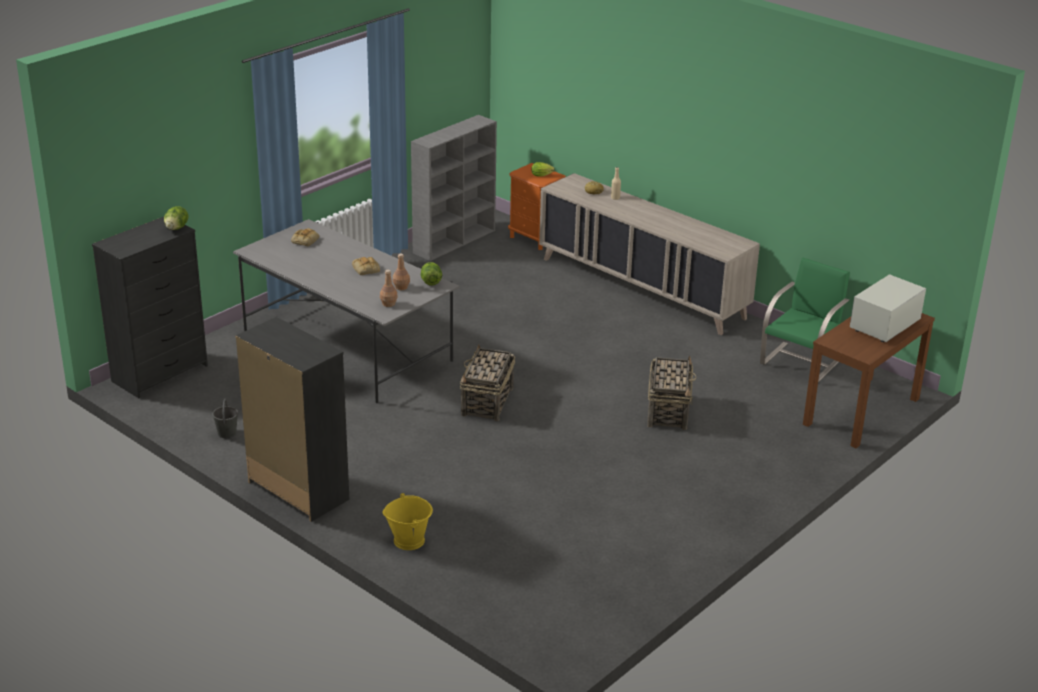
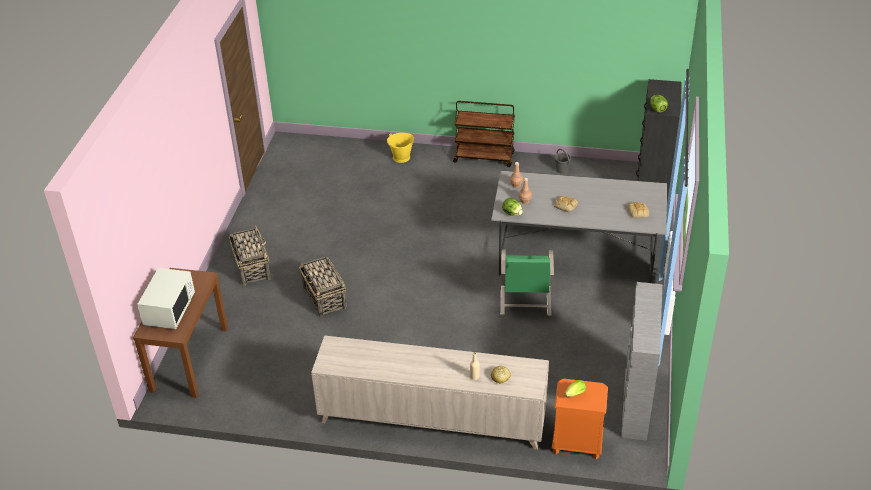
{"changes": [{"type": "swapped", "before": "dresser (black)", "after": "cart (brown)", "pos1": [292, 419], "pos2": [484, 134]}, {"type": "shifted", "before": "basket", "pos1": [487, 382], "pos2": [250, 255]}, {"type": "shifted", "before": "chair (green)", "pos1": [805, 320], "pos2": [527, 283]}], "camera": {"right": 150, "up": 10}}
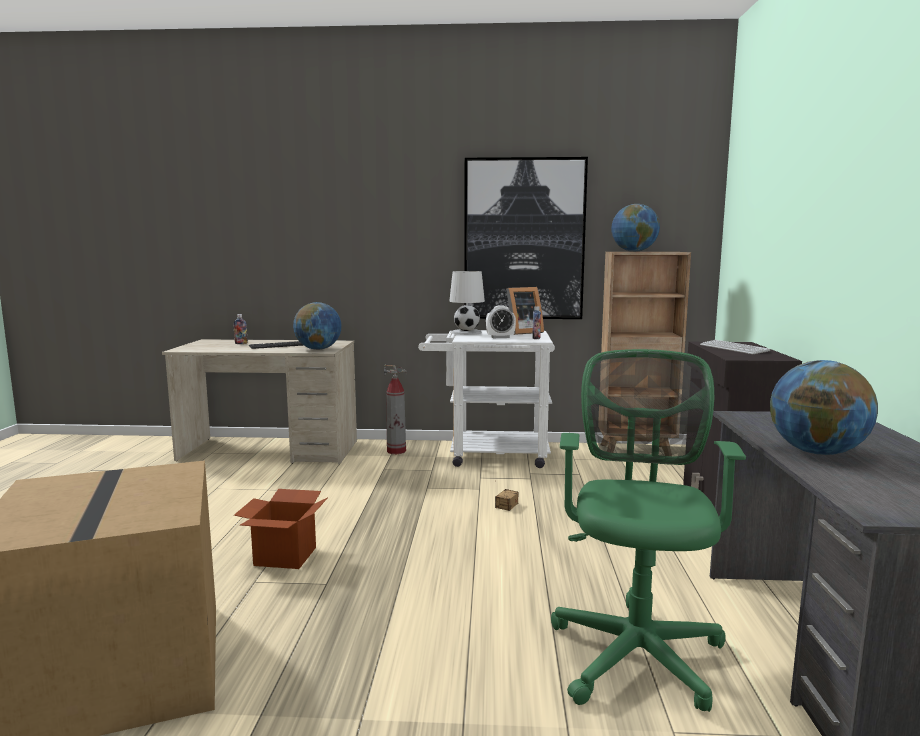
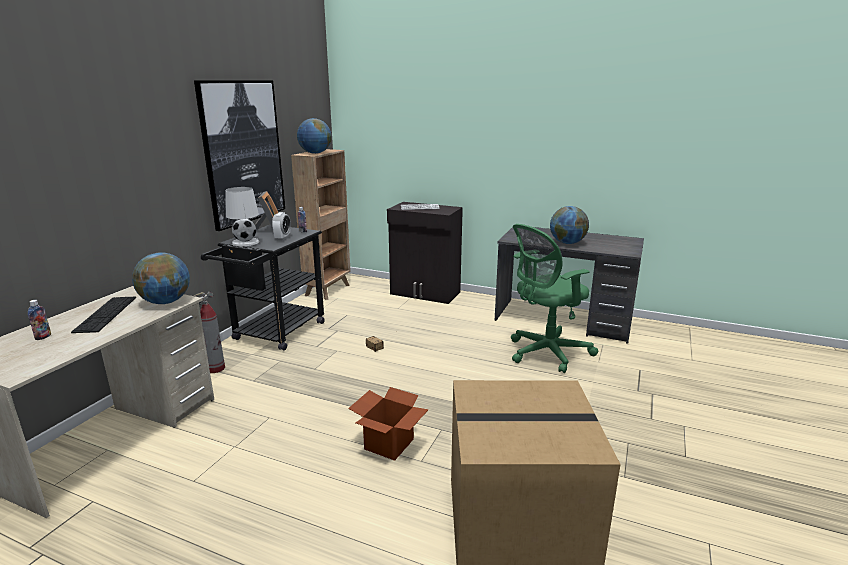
{"changes": [{"type": "repainted", "before": "cart (white)", "after": "cart (black)", "pos1": [486, 399], "pos2": [263, 288]}, {"type": "rotated", "before": "office chair (green)", "pos1": [648, 530], "pos2": [554, 298], "turn": -60}], "camera": {"right": -70, "up": 10}}
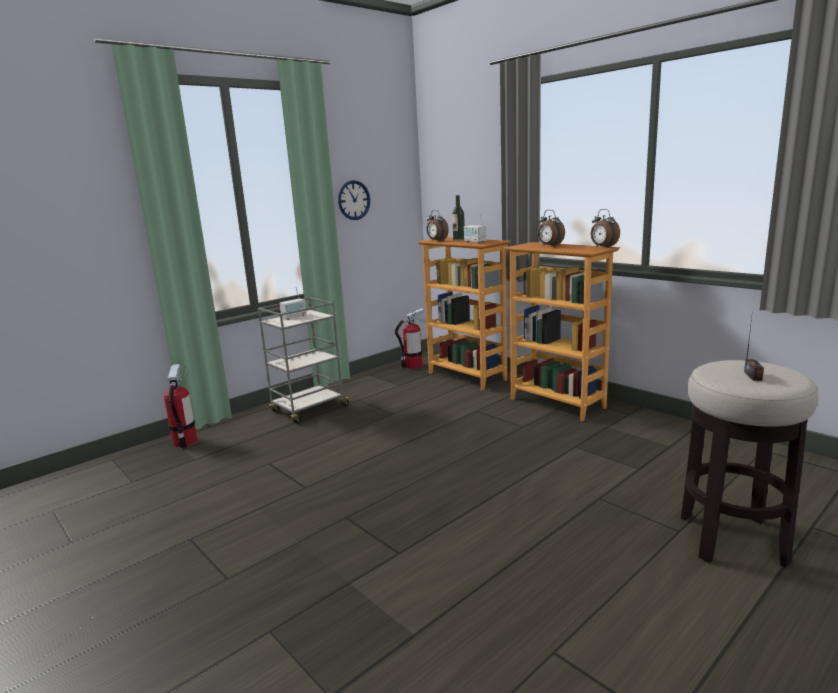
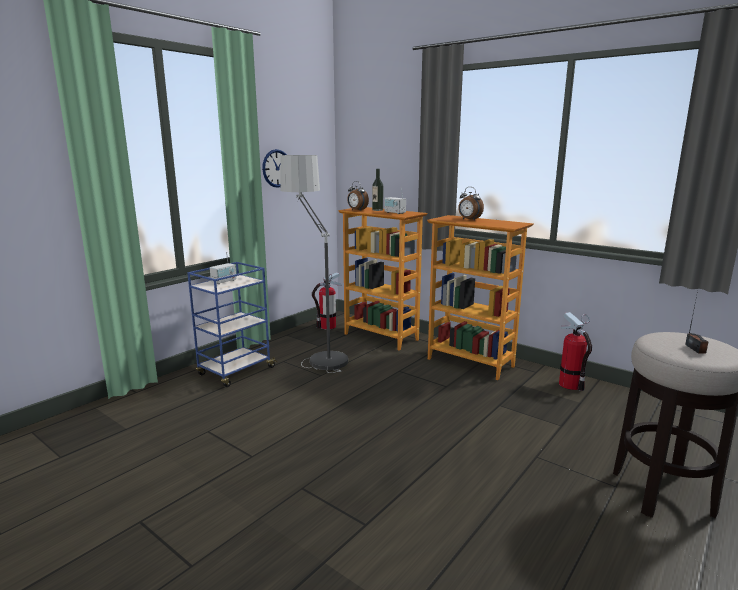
{"changes": [{"type": "shifted", "before": "fire extinguisher", "pos1": [180, 406], "pos2": [575, 351]}, {"type": "repainted", "before": "cart (grey)", "after": "cart (blue)", "pos1": [304, 360], "pos2": [232, 324]}, {"type": "gone", "before": "alarm clock", "pos1": [605, 228]}, {"type": "new", "after": "floor lamp", "pos2": [314, 264]}], "camera": {"right": -10, "up": 0}}
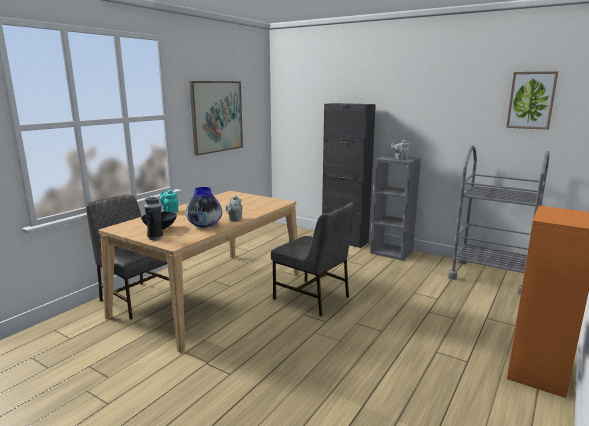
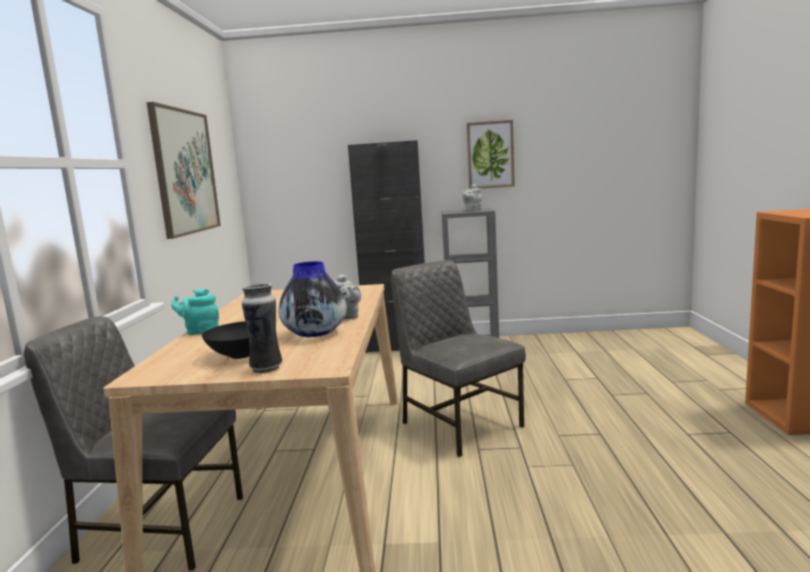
{"changes": [{"type": "rotated", "before": "chair (grey)", "pos1": [313, 259], "pos2": [458, 358], "turn": -135}, {"type": "gone", "before": "cart (grey)", "pos1": [499, 220]}, {"type": "shifted", "before": "picture", "pos1": [532, 100], "pos2": [491, 154]}], "camera": {"right": -30, "up": -5}}
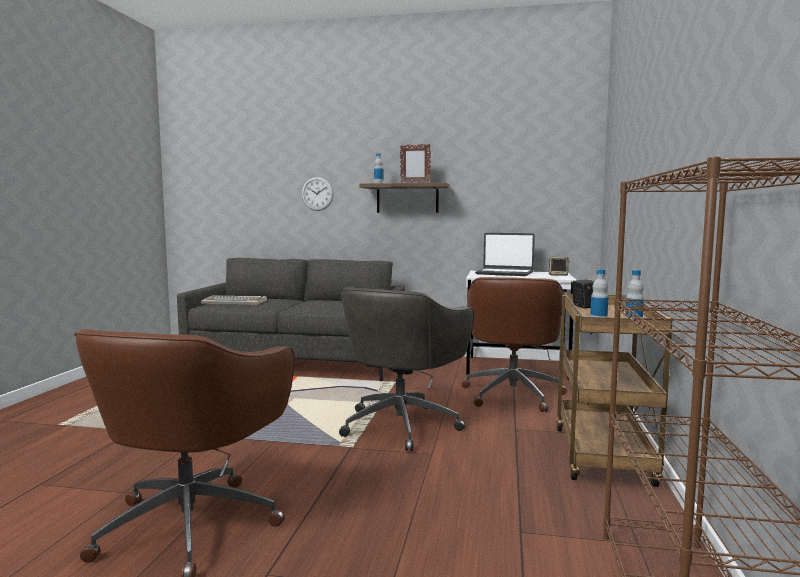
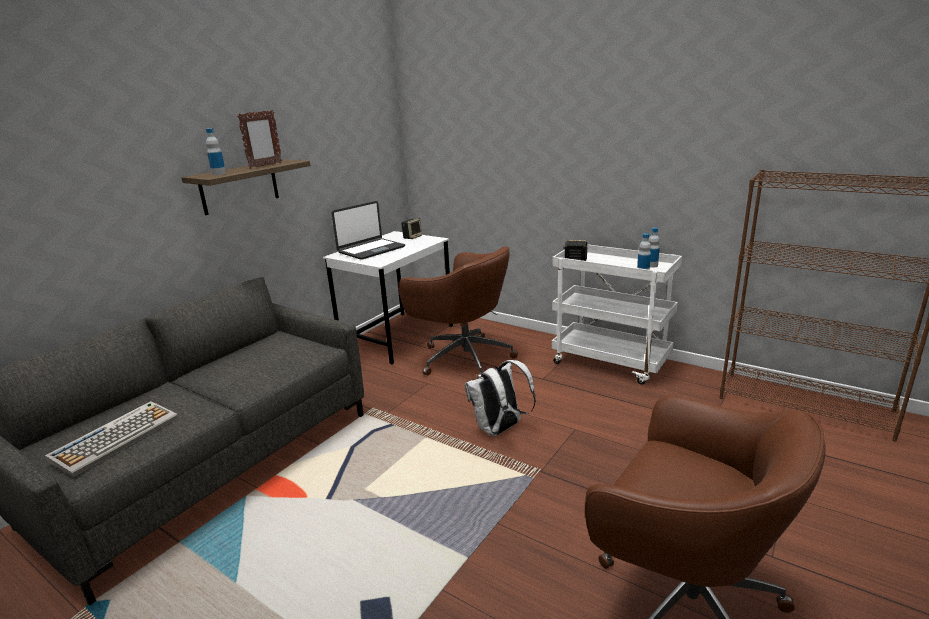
{"changes": [{"type": "gone", "before": "wall clock", "pos1": [317, 194]}, {"type": "swapped", "before": "office chair (grey)", "after": "backpack (white)", "pos1": [406, 369], "pos2": [500, 398]}, {"type": "repainted", "before": "cart (brown)", "after": "cart (white)", "pos1": [614, 390], "pos2": [617, 314]}], "camera": {"right": -65, "up": 15}}
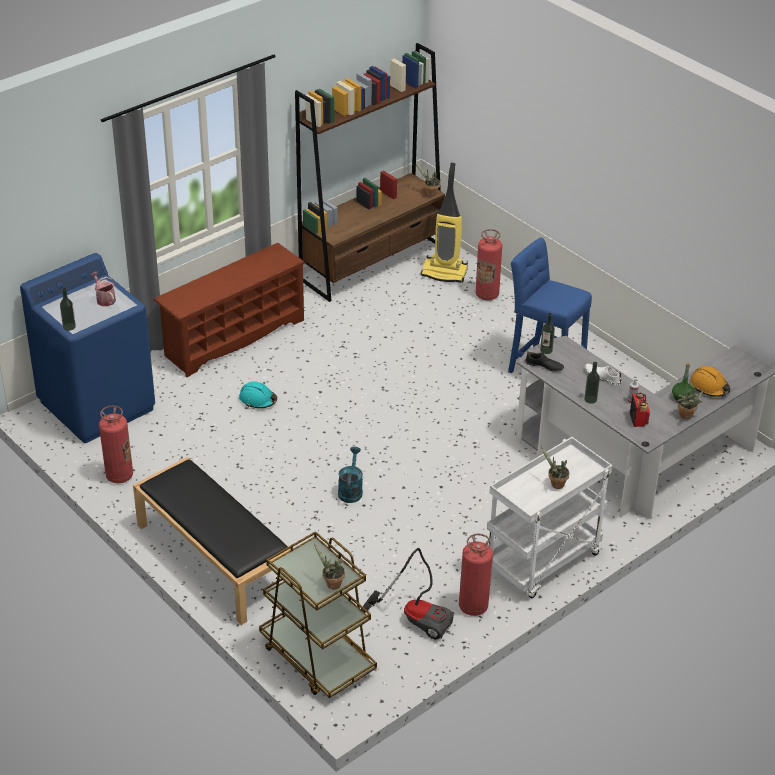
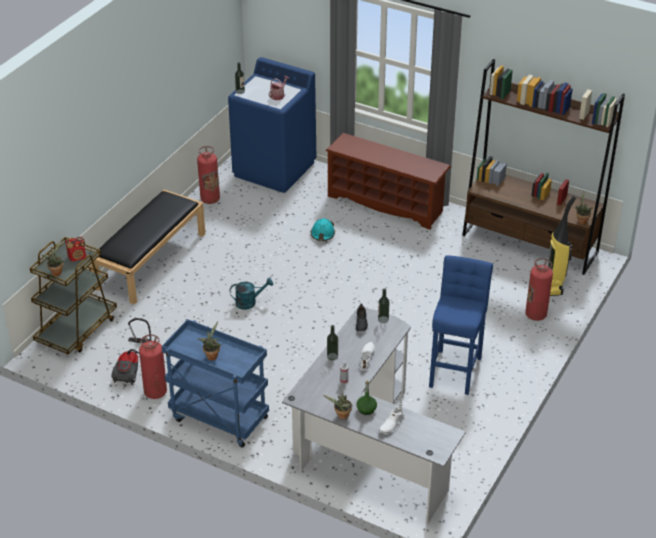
{"changes": [{"type": "repainted", "before": "cart (white)", "after": "cart (blue)", "pos1": [550, 517], "pos2": [215, 383]}, {"type": "shifted", "before": "radio", "pos1": [640, 410], "pos2": [76, 249]}, {"type": "swapped", "before": "hard hat (orange)", "after": "shoe (white)", "pos1": [710, 381], "pos2": [391, 419]}], "camera": {"right": 70, "up": 0}}
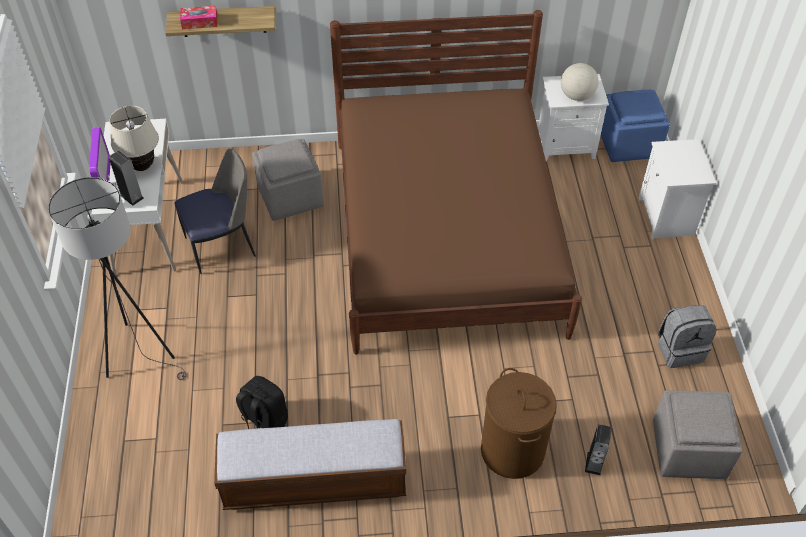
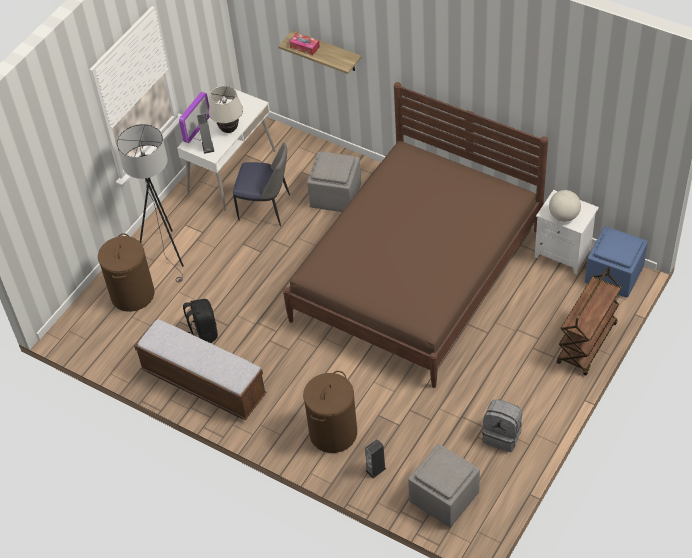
{"changes": [{"type": "swapped", "before": "nightstand (white)", "after": "cart (brown)", "pos1": [677, 189], "pos2": [589, 321]}, {"type": "new", "after": "laundry basket (brown)", "pos2": [126, 272]}], "camera": {"right": 40, "up": 0}}
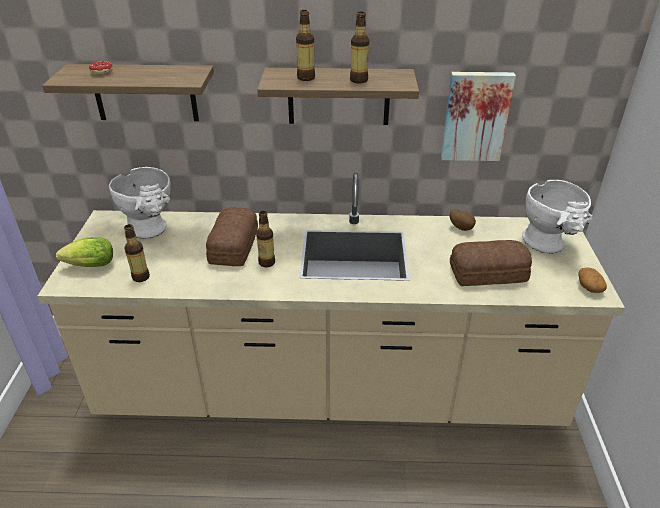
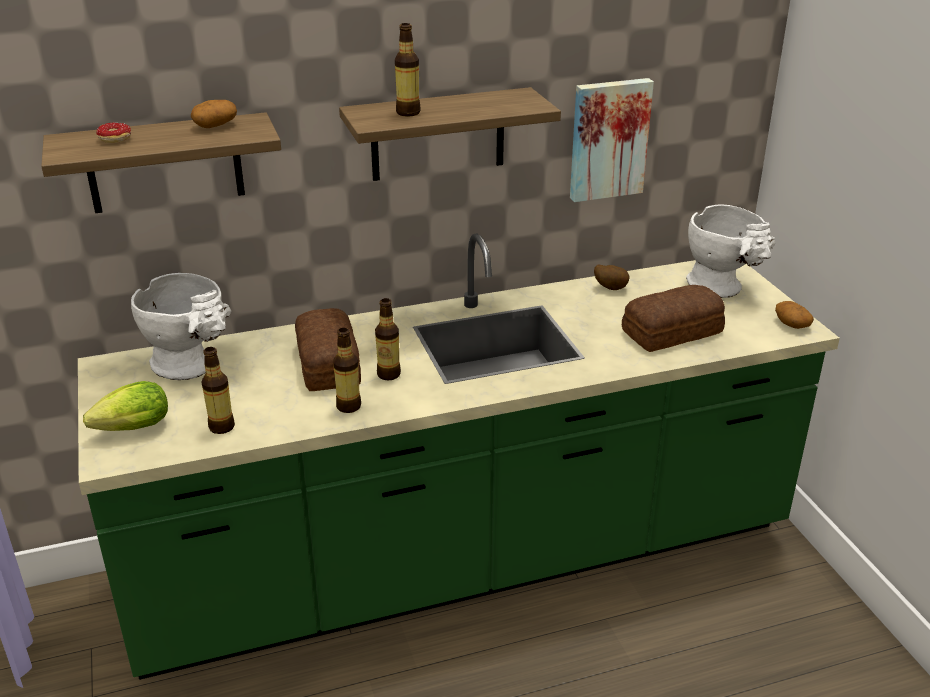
{"changes": [{"type": "repainted", "before": "counter (beige)", "after": "counter (green)", "pos1": [331, 299], "pos2": [459, 457]}, {"type": "shifted", "before": "bottle", "pos1": [359, 48], "pos2": [347, 370]}, {"type": "new", "after": "potato", "pos2": [214, 114]}], "camera": {"right": -20, "up": -5}}
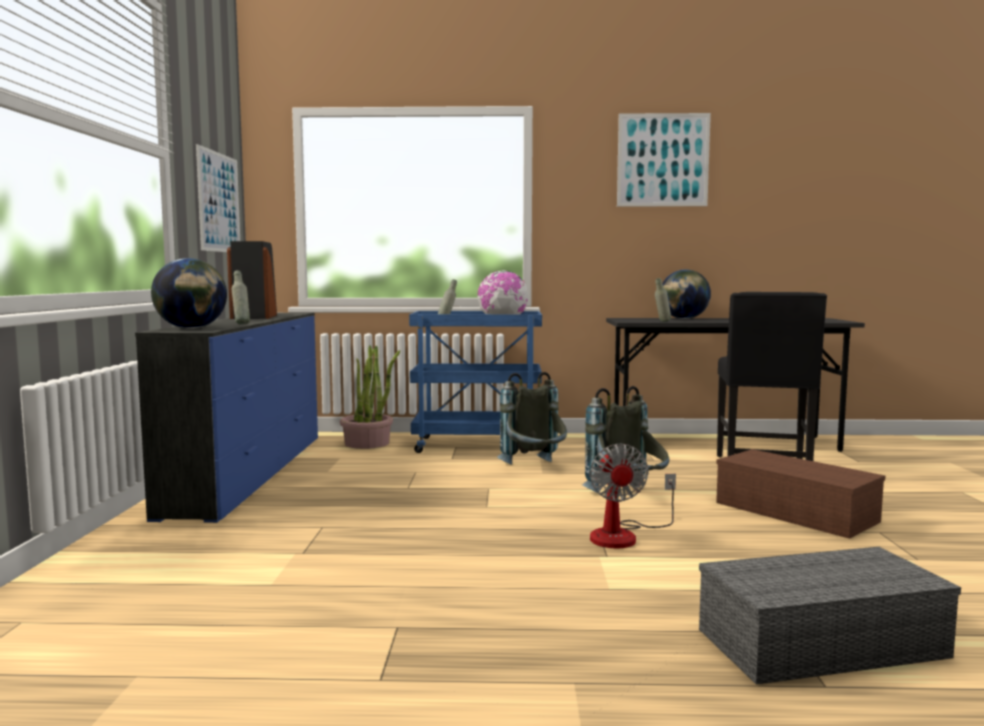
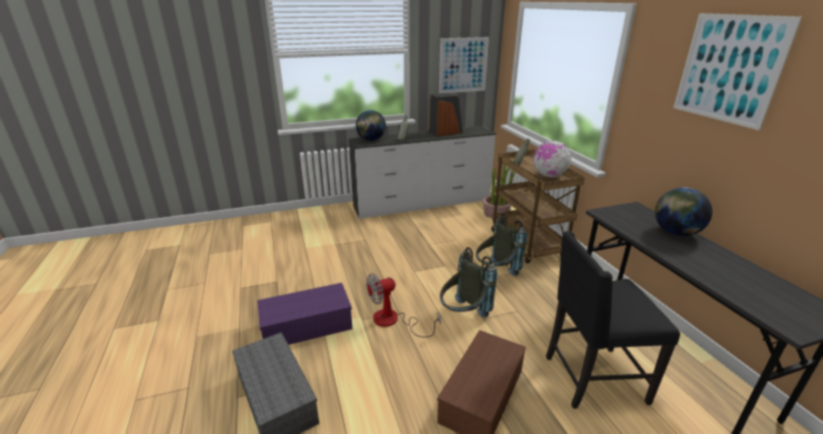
{"changes": [{"type": "repainted", "before": "dresser (blue)", "after": "dresser (white)", "pos1": [226, 418], "pos2": [422, 172]}, {"type": "repainted", "before": "cart (blue)", "after": "cart (brown)", "pos1": [475, 382], "pos2": [538, 206]}, {"type": "gone", "before": "bottle (grey)", "pos1": [663, 300]}, {"type": "new", "after": "storage box (purple)", "pos2": [304, 314]}], "camera": {"right": 70, "up": 20}}
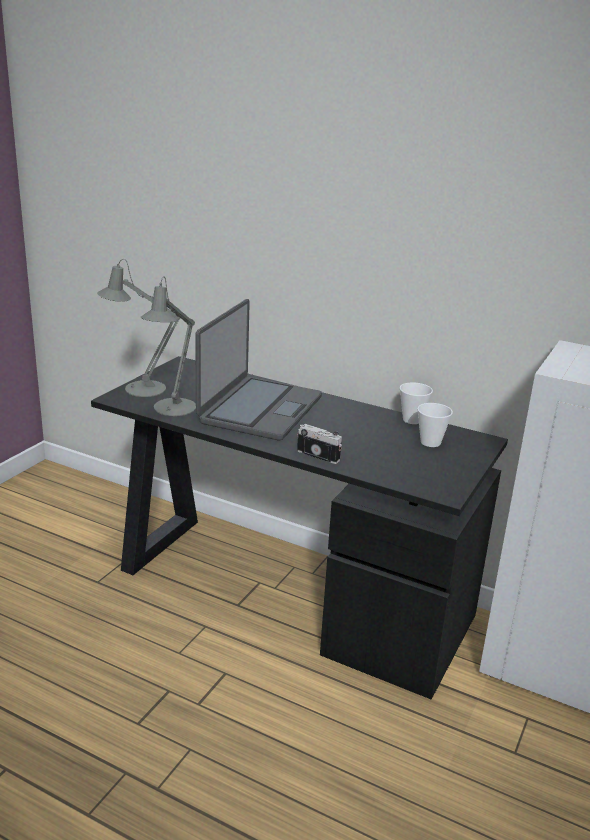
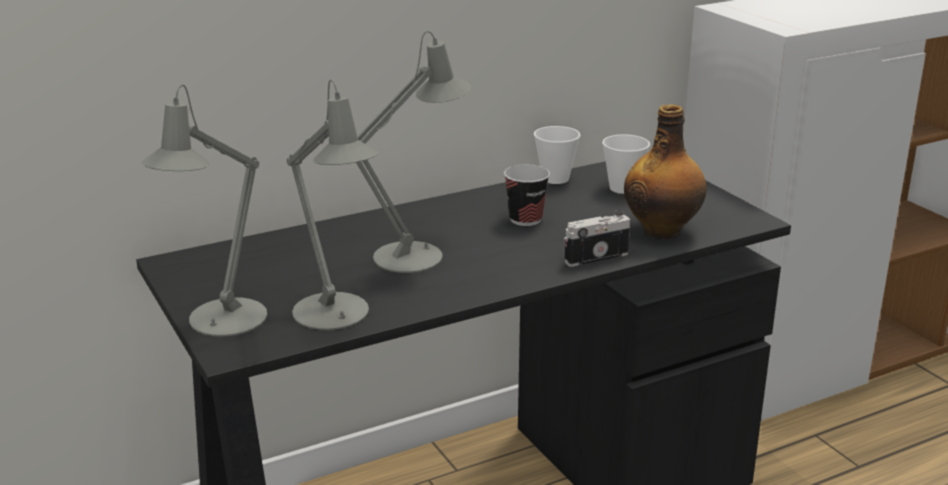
{"changes": [{"type": "swapped", "before": "laptop", "after": "table lamp (grey)", "pos1": [258, 370], "pos2": [413, 152]}, {"type": "new", "after": "cup", "pos2": [527, 195]}, {"type": "new", "after": "bottle", "pos2": [665, 171]}], "camera": {"right": -55, "up": 0}}
